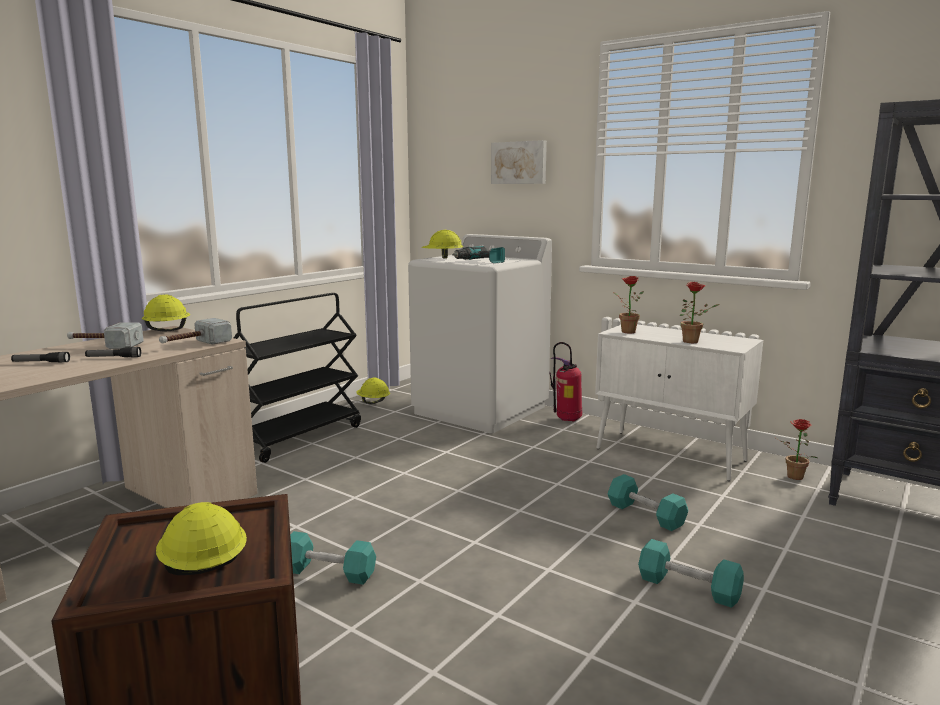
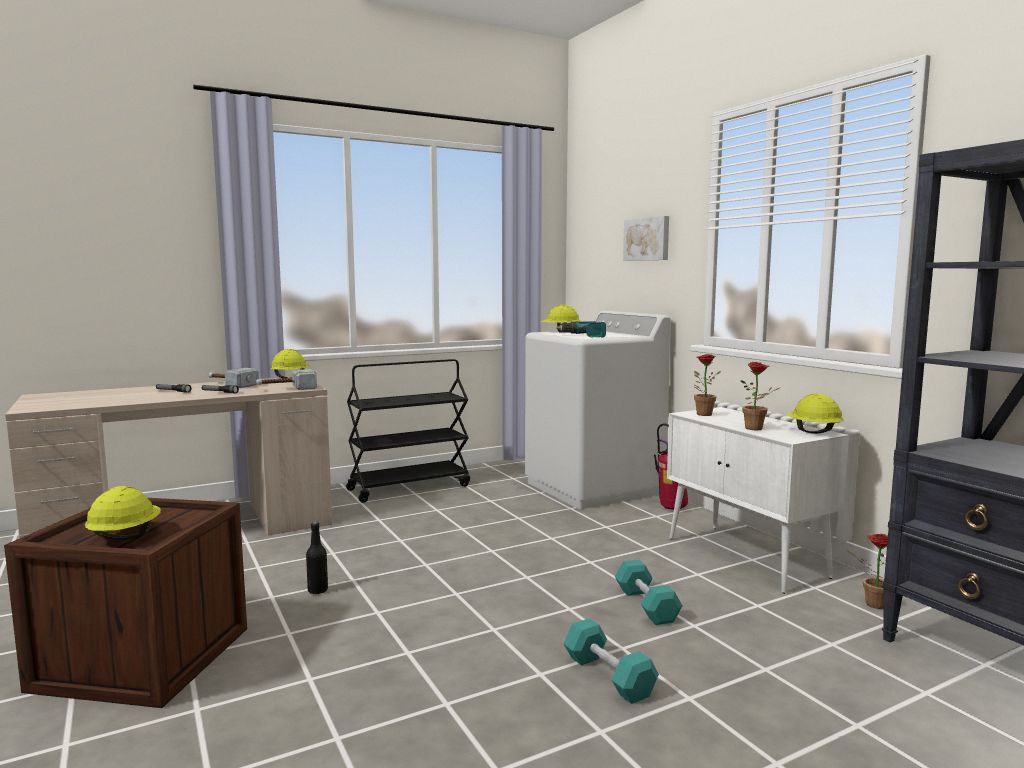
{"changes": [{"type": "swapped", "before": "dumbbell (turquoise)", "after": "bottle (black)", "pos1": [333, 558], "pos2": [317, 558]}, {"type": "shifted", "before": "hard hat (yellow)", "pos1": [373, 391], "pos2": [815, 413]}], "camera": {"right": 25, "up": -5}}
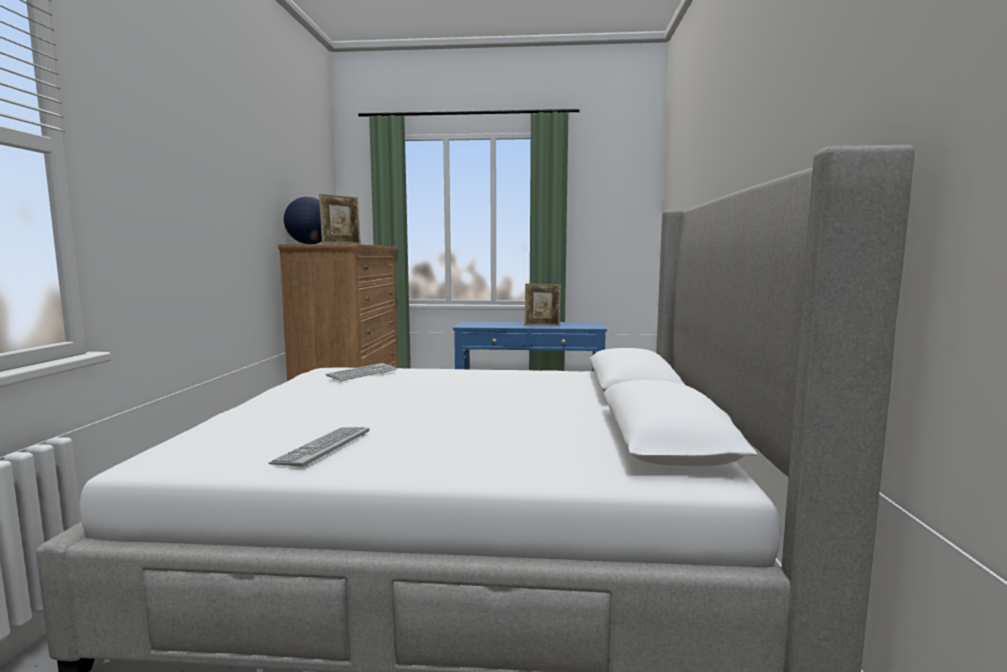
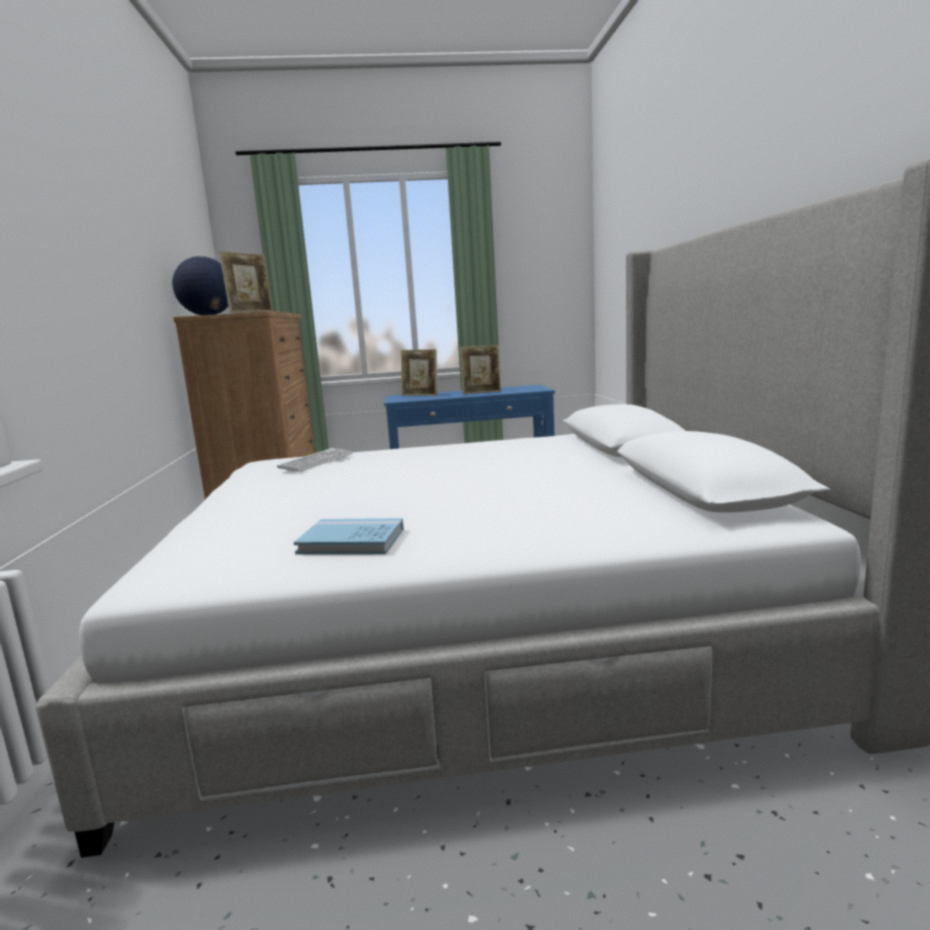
{"changes": [{"type": "swapped", "before": "keyboard", "after": "book (blue)", "pos1": [319, 447], "pos2": [349, 536]}, {"type": "new", "after": "picture frame", "pos2": [419, 372]}], "camera": {"right": -10, "up": 5}}
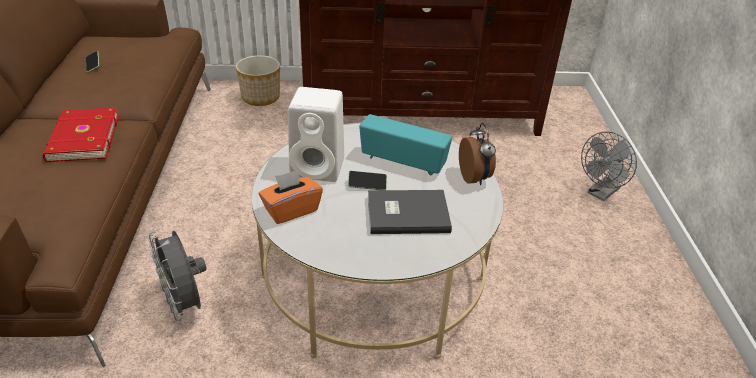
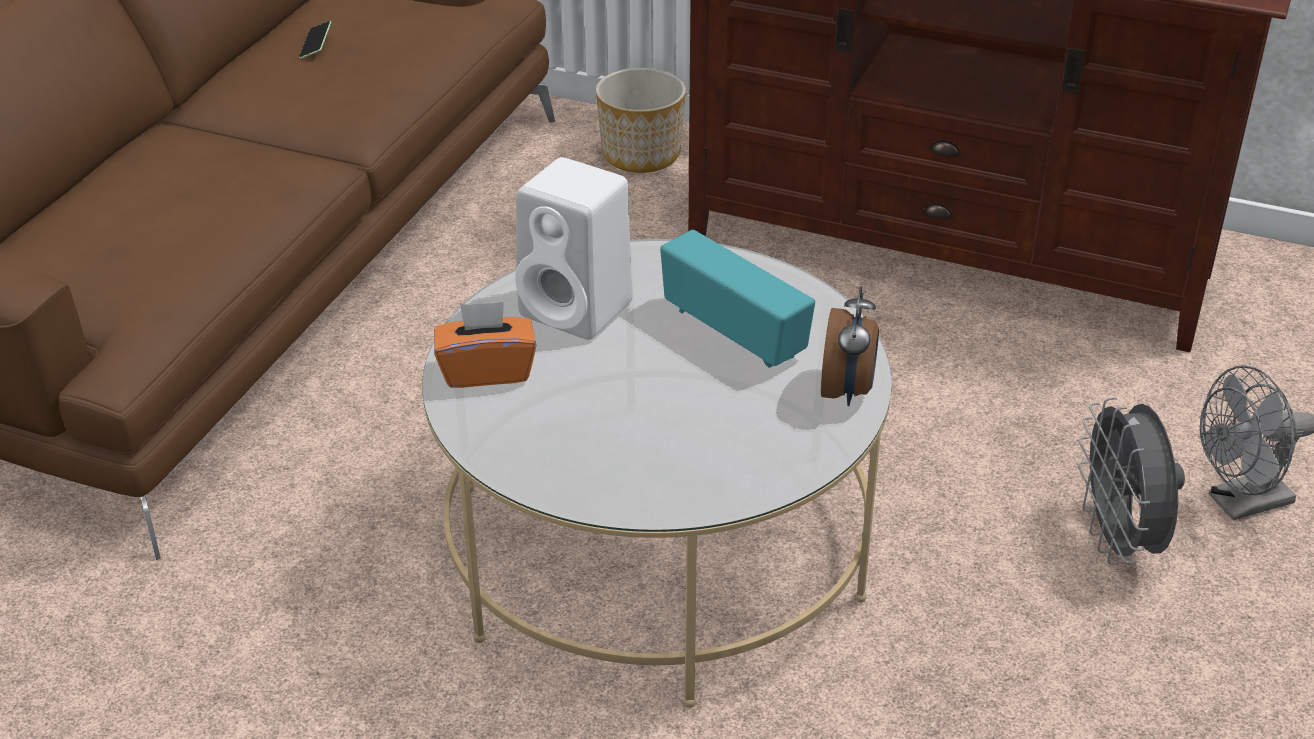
{"changes": [{"type": "gone", "before": "book (red)", "pos1": [81, 135]}, {"type": "shifted", "before": "fan (grey)", "pos1": [177, 275], "pos2": [1131, 481]}, {"type": "gone", "before": "phone", "pos1": [367, 180]}, {"type": "gone", "before": "book (grey)", "pos1": [410, 212]}], "camera": {"right": 25, "up": 0}}
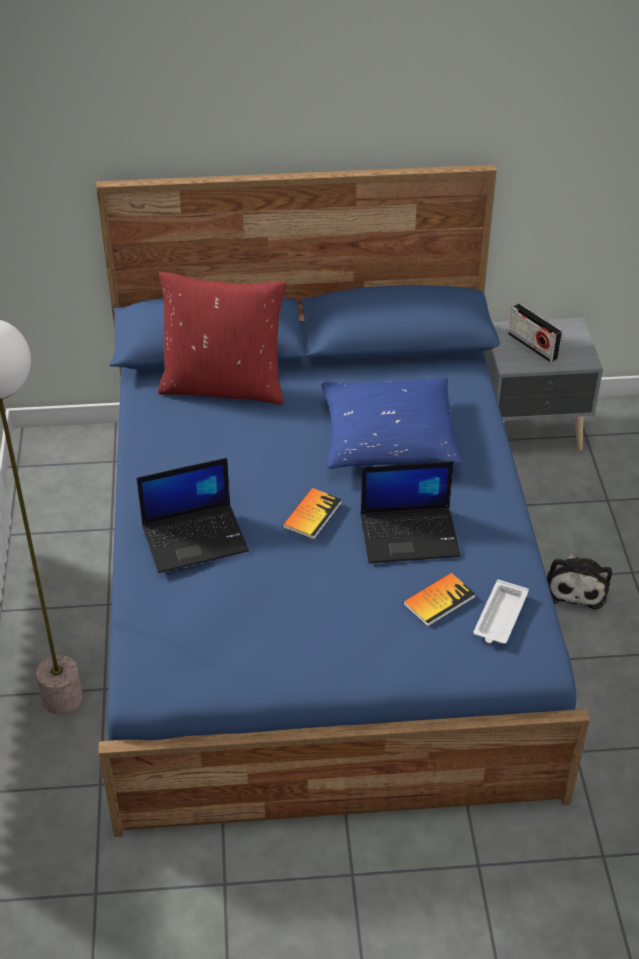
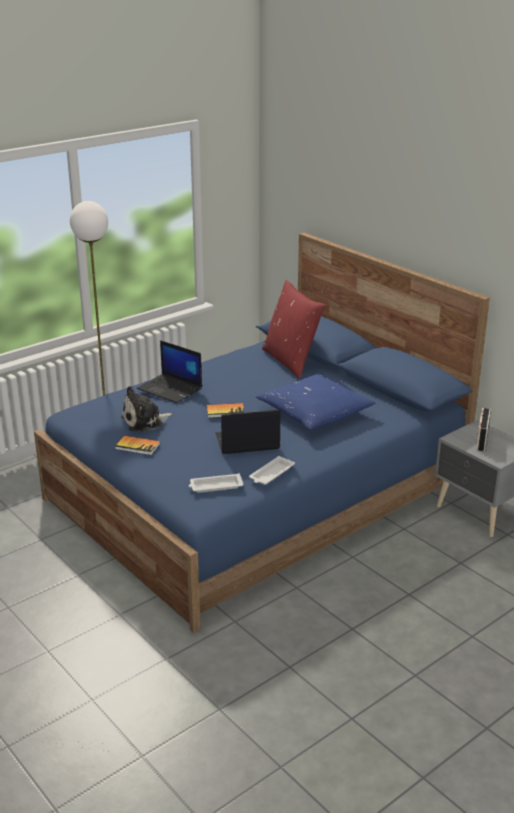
{"changes": [{"type": "rotated", "before": "laptop", "pos1": [411, 512], "pos2": [247, 432], "turn": 120}, {"type": "shifted", "before": "book", "pos1": [439, 600], "pos2": [137, 445]}, {"type": "shifted", "before": "plush toy", "pos1": [579, 582], "pos2": [146, 409]}, {"type": "new", "after": "tray (white)", "pos2": [272, 470]}], "camera": {"right": 55, "up": -15}}
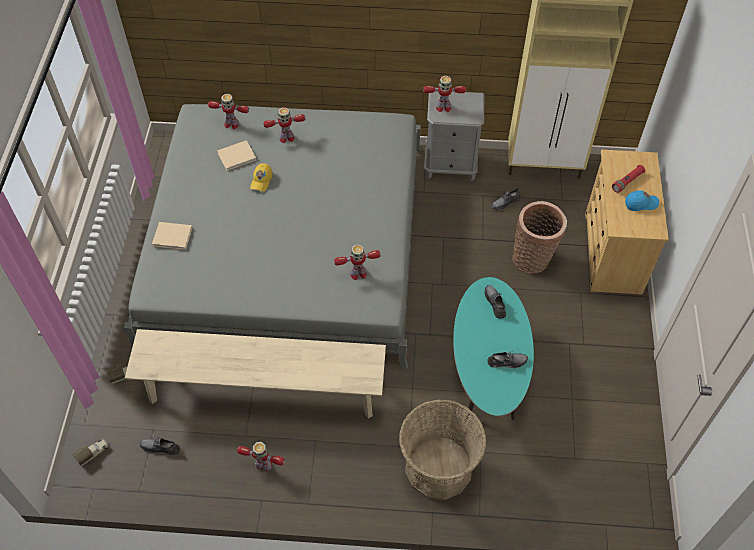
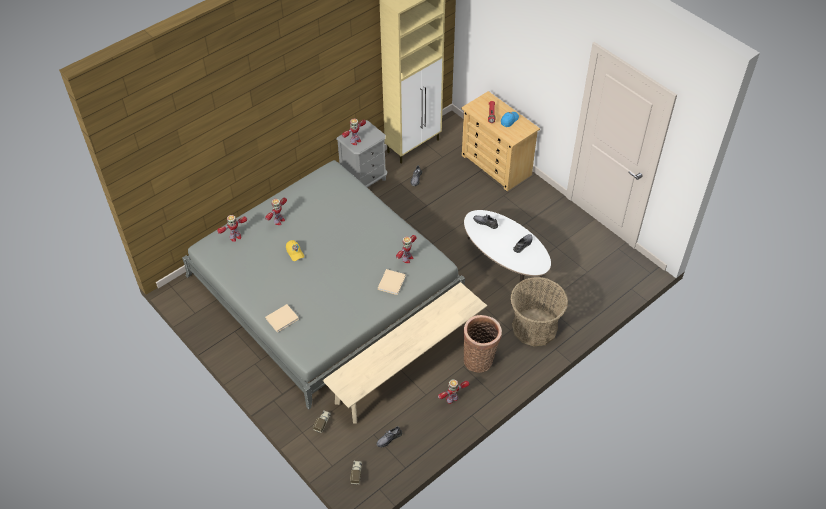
{"changes": [{"type": "shifted", "before": "book (beige)", "pos1": [236, 155], "pos2": [392, 282]}, {"type": "repainted", "before": "coffee table (turquoise)", "after": "coffee table (white)", "pos1": [493, 348], "pos2": [507, 252]}, {"type": "shifted", "before": "basket", "pos1": [539, 237], "pos2": [482, 344]}], "camera": {"right": -45, "up": -5}}
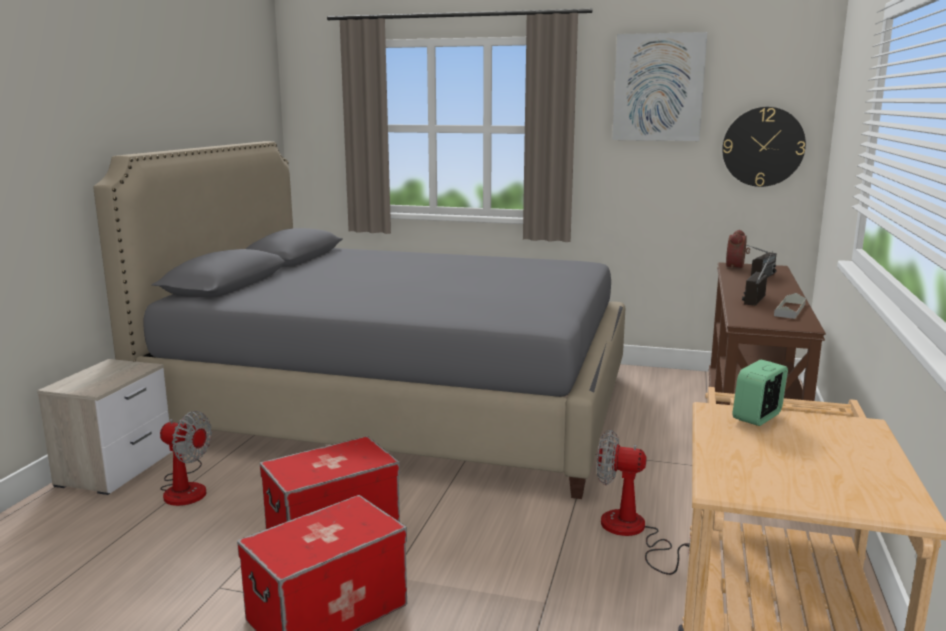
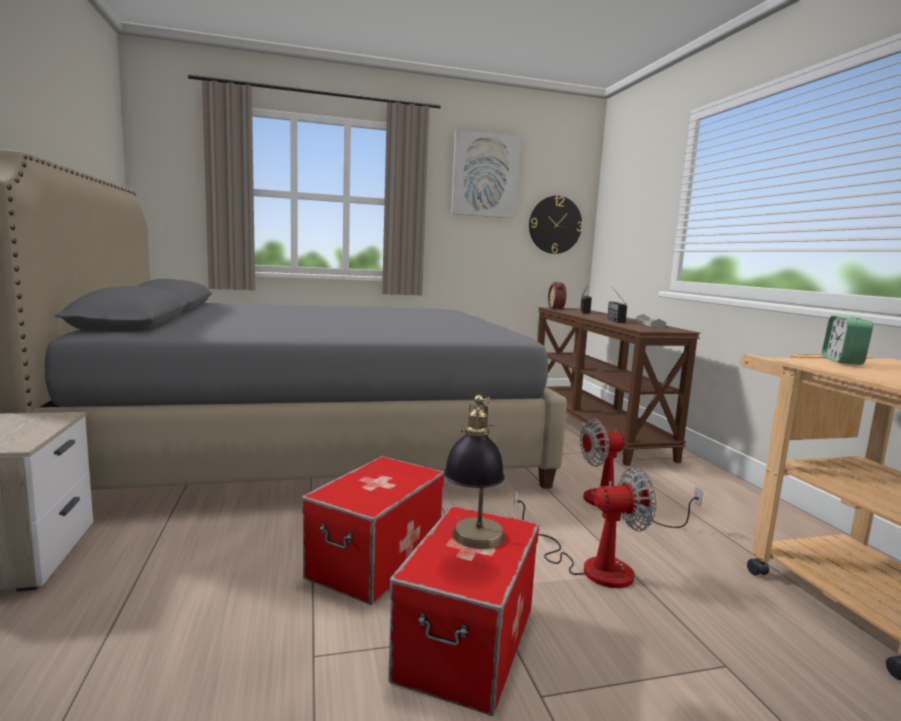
{"changes": [{"type": "shifted", "before": "fan", "pos1": [186, 458], "pos2": [585, 527]}, {"type": "new", "after": "table lamp", "pos2": [474, 472]}], "camera": {"right": -30, "up": -5}}
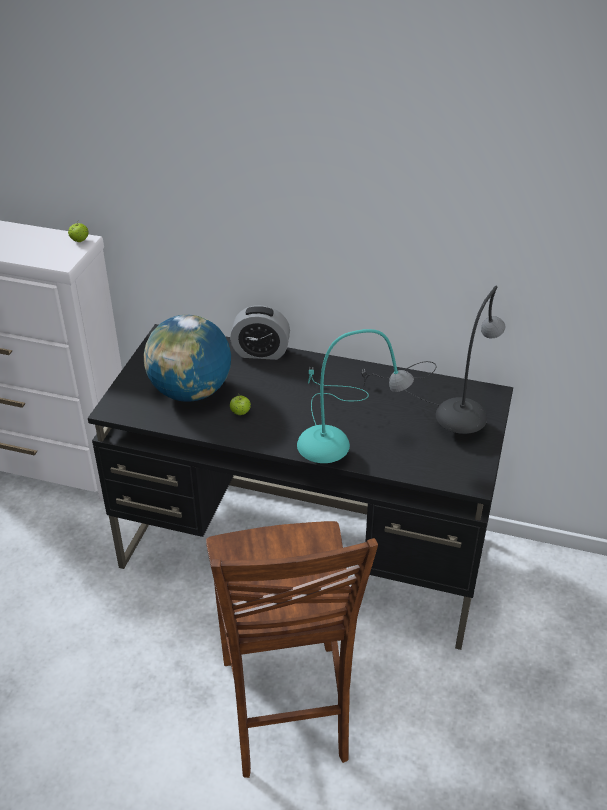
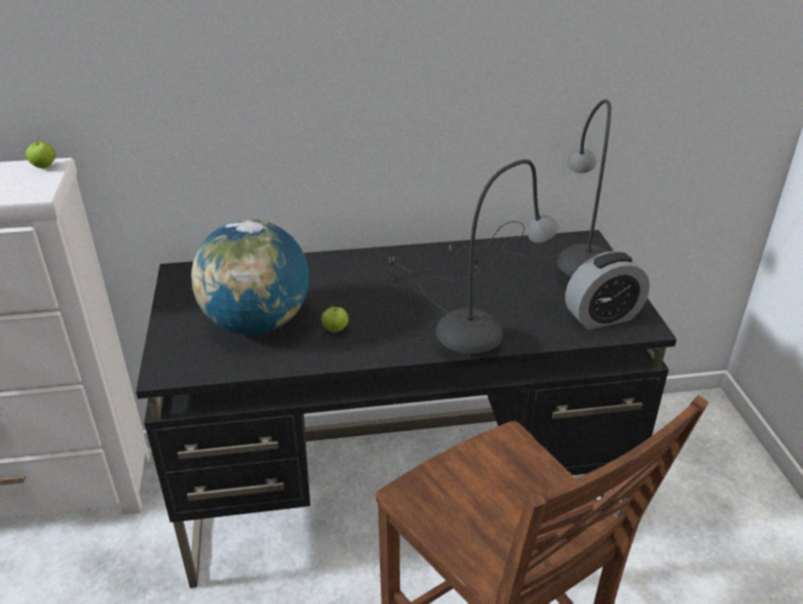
{"changes": [{"type": "shifted", "before": "alarm clock", "pos1": [260, 332], "pos2": [607, 290]}, {"type": "repainted", "before": "table lamp (turquoise)", "after": "table lamp (grey)", "pos1": [355, 396], "pos2": [473, 256]}], "camera": {"right": -25, "up": -5}}
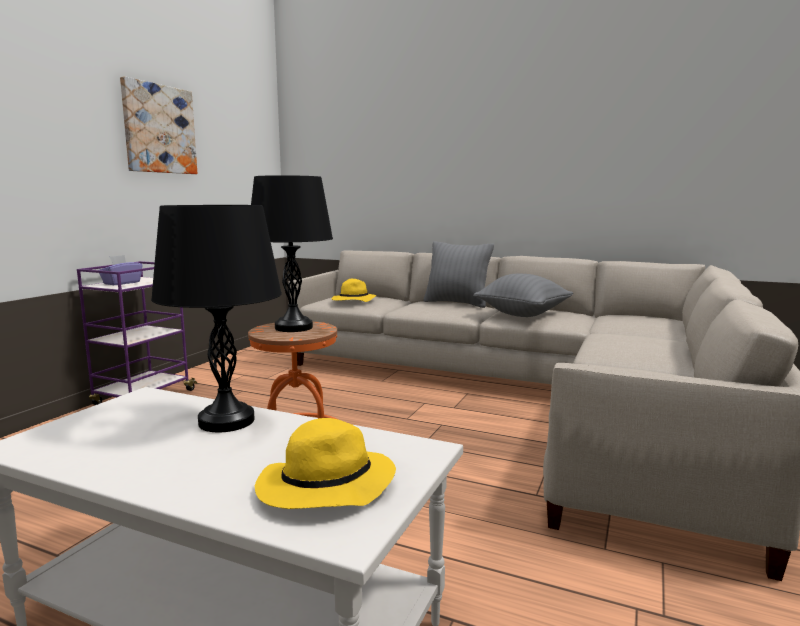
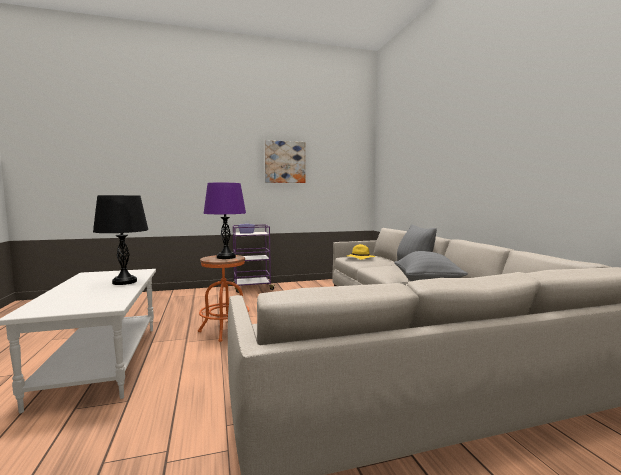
{"changes": [{"type": "repainted", "before": "table lamp (black)", "after": "table lamp (purple)", "pos1": [292, 253], "pos2": [224, 221]}, {"type": "gone", "before": "hat (yellow)", "pos1": [325, 463]}], "camera": {"right": 50, "up": -5}}
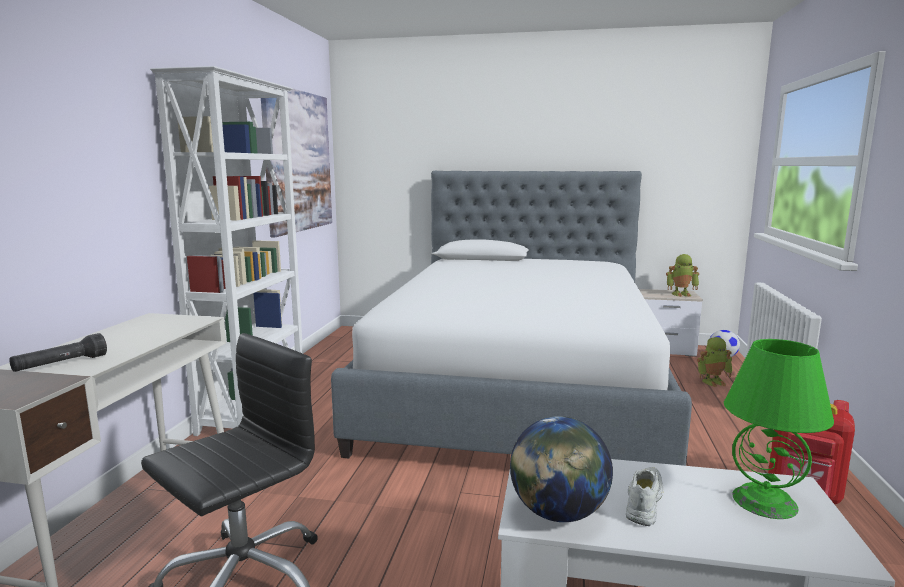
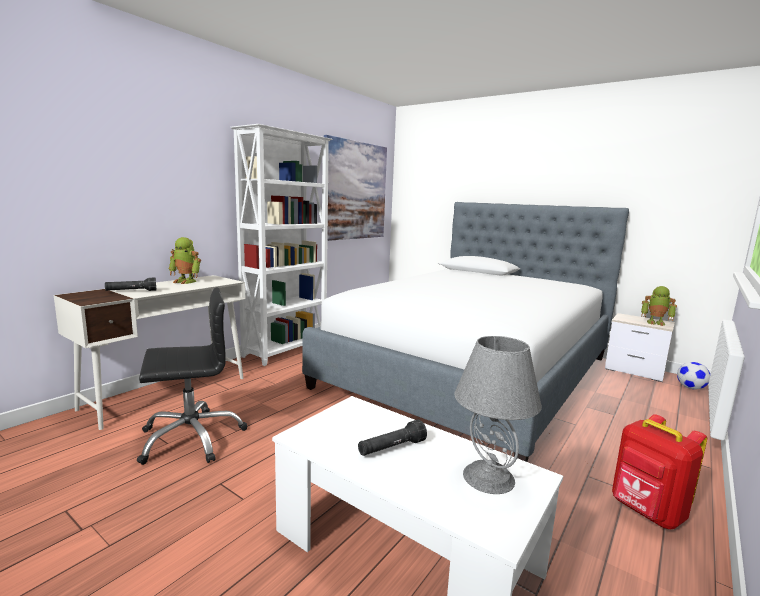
{"changes": [{"type": "gone", "before": "globe", "pos1": [561, 469]}, {"type": "swapped", "before": "shoe (white)", "after": "flashlight (black)", "pos1": [645, 496], "pos2": [392, 438]}, {"type": "shifted", "before": "toy robot", "pos1": [715, 362], "pos2": [185, 260]}, {"type": "repainted", "before": "table lamp (green)", "after": "table lamp (grey)", "pos1": [779, 429], "pos2": [498, 415]}], "camera": {"right": 25, "up": 0}}
